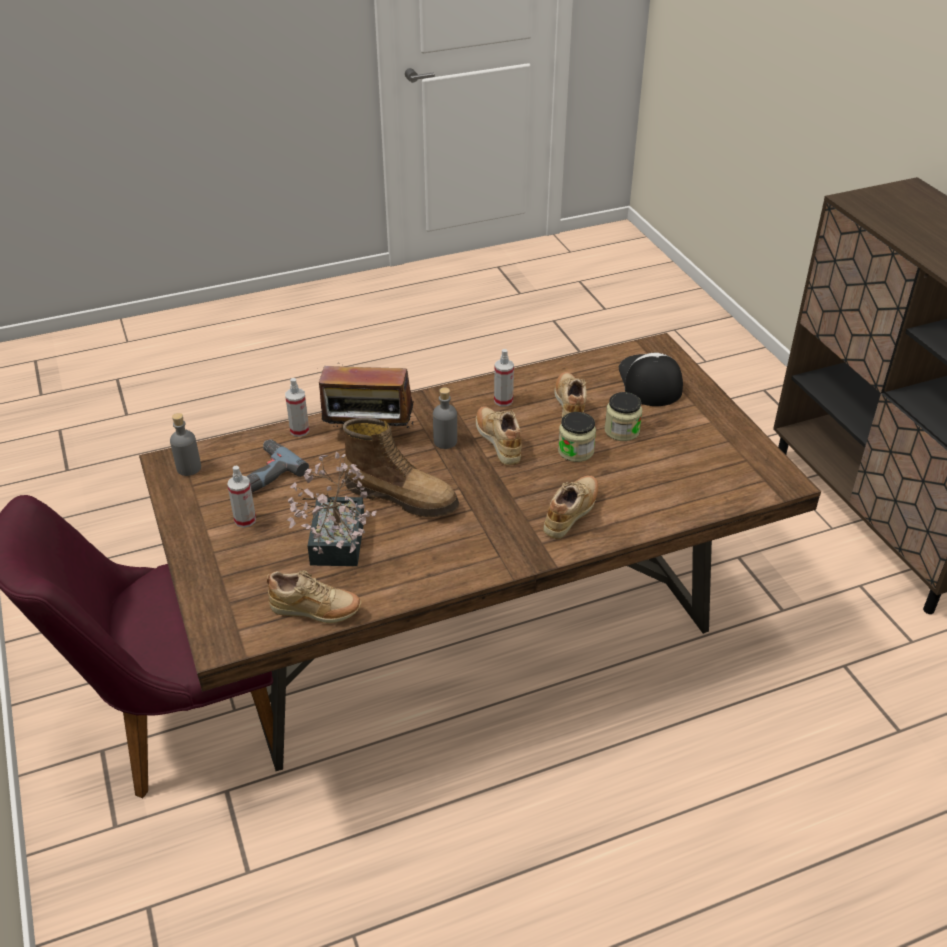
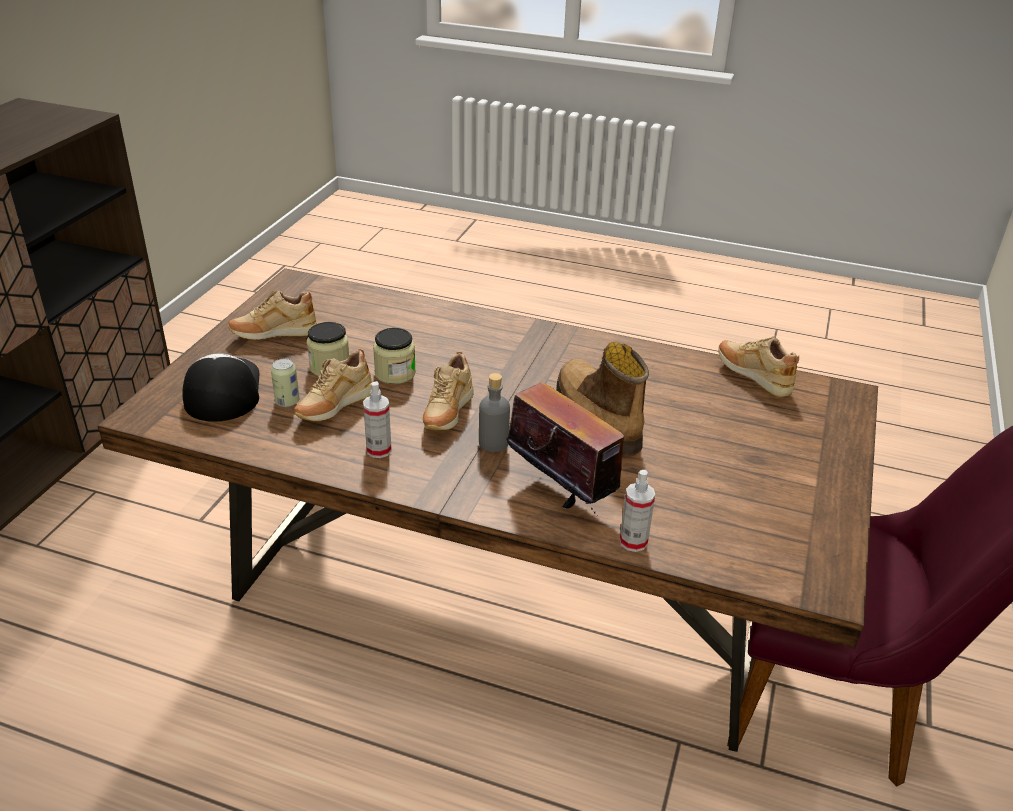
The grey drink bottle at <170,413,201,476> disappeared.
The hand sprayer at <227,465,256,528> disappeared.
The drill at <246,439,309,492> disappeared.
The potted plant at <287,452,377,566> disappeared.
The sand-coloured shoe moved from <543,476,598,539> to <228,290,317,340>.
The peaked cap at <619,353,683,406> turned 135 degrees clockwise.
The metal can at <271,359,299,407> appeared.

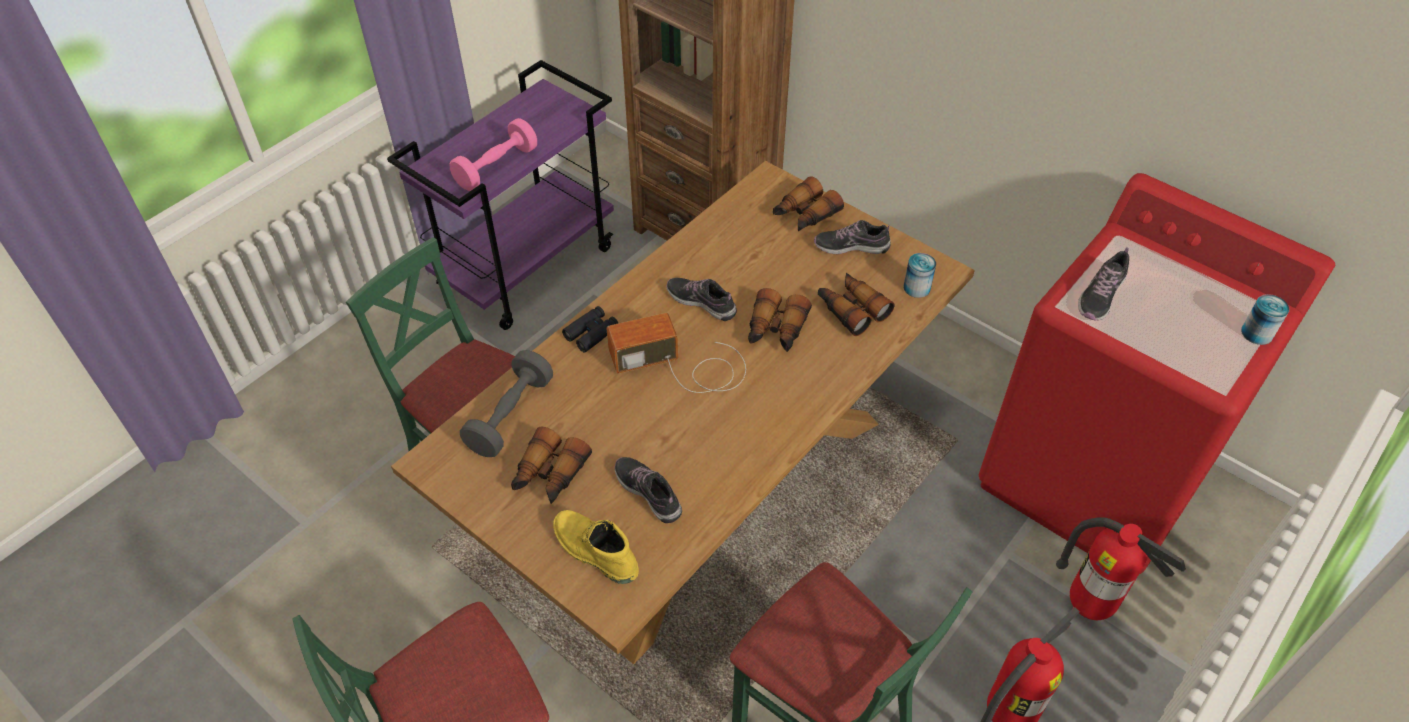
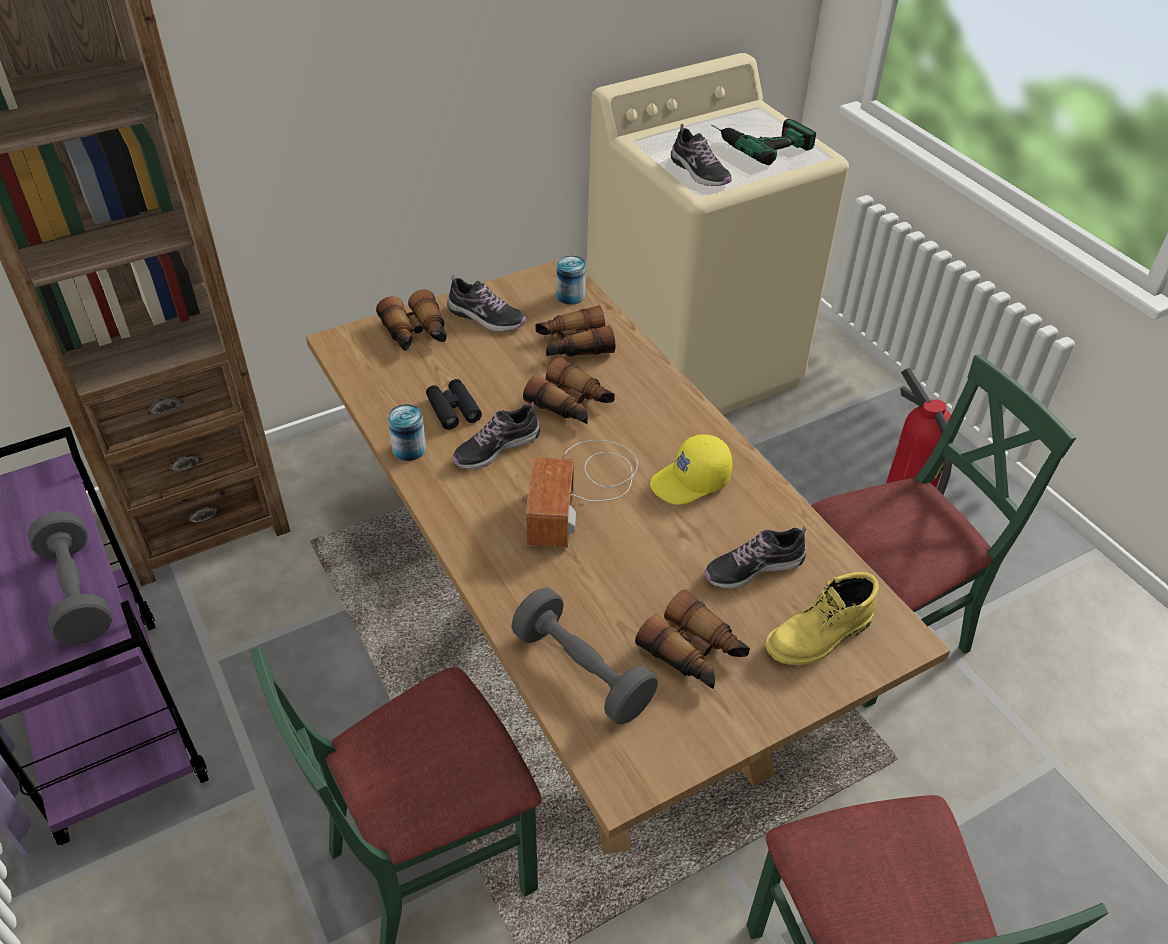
The pink hand weight at <450,118,537,191> became the grey hand weight at <27,511,112,644>.
The black-coloured pair of binoculars moved from <562,306,618,353> to <426,379,482,430>.
The shoe at <814,220,891,254> turned 90 degrees counterclockwise.
The red laundry machine at <979,173,1335,574> became the sand-coloured laundry machine at <586,53,849,415>.
The fire extinguisher at <1056,517,1186,620> disappeared.
The metal can moved from <1241,294,1289,345> to <387,405,426,461>.
The yellow-coloured peaked cap at <650,434,733,505> appeared.
The drill at <711,119,816,165> appeared.

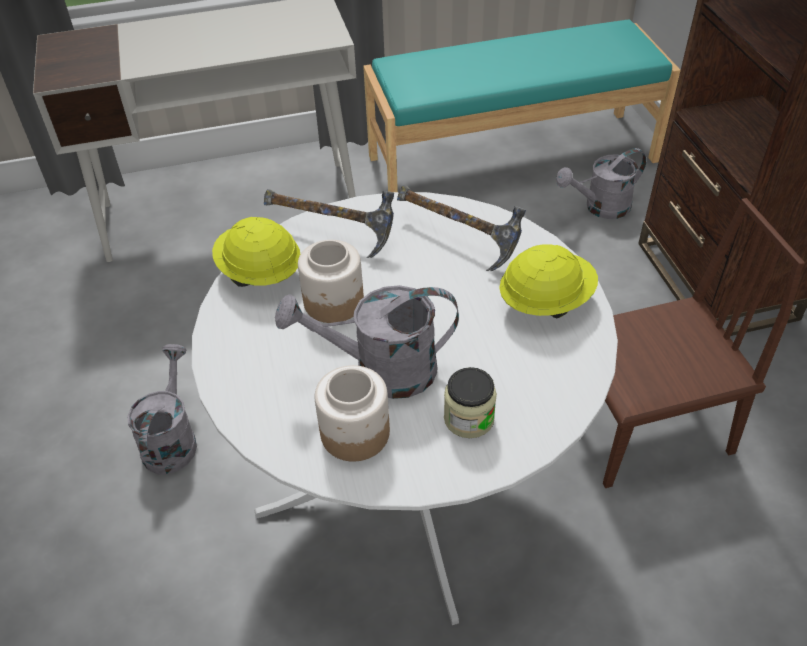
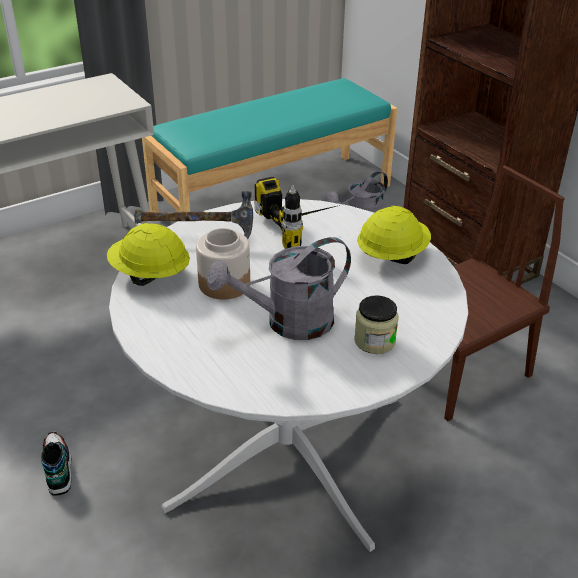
The grey sprinkling can at <127,344,197,475> was replaced by the shoe at <41,432,71,496>.
The jar at <315,365,390,462> disappeared.
The tool hammer at <397,185,526,271> was replaced by the drill at <254,177,344,249>.

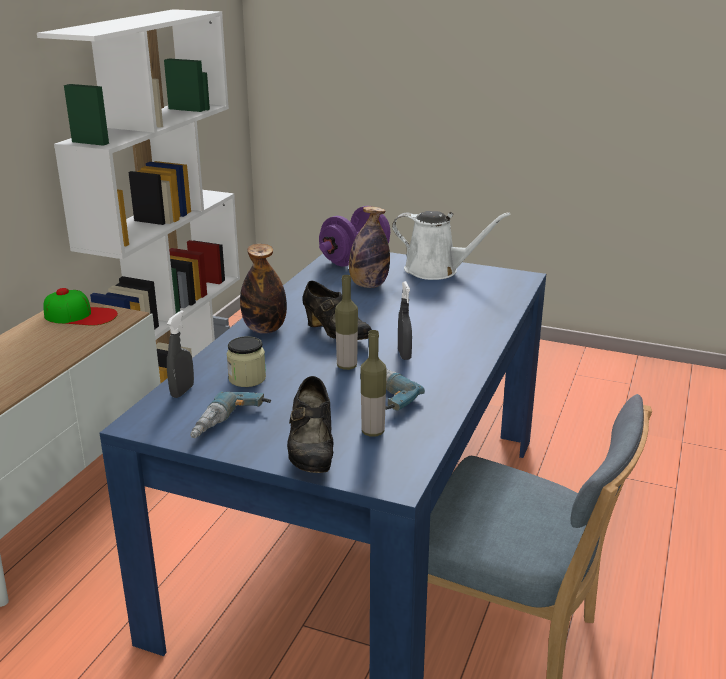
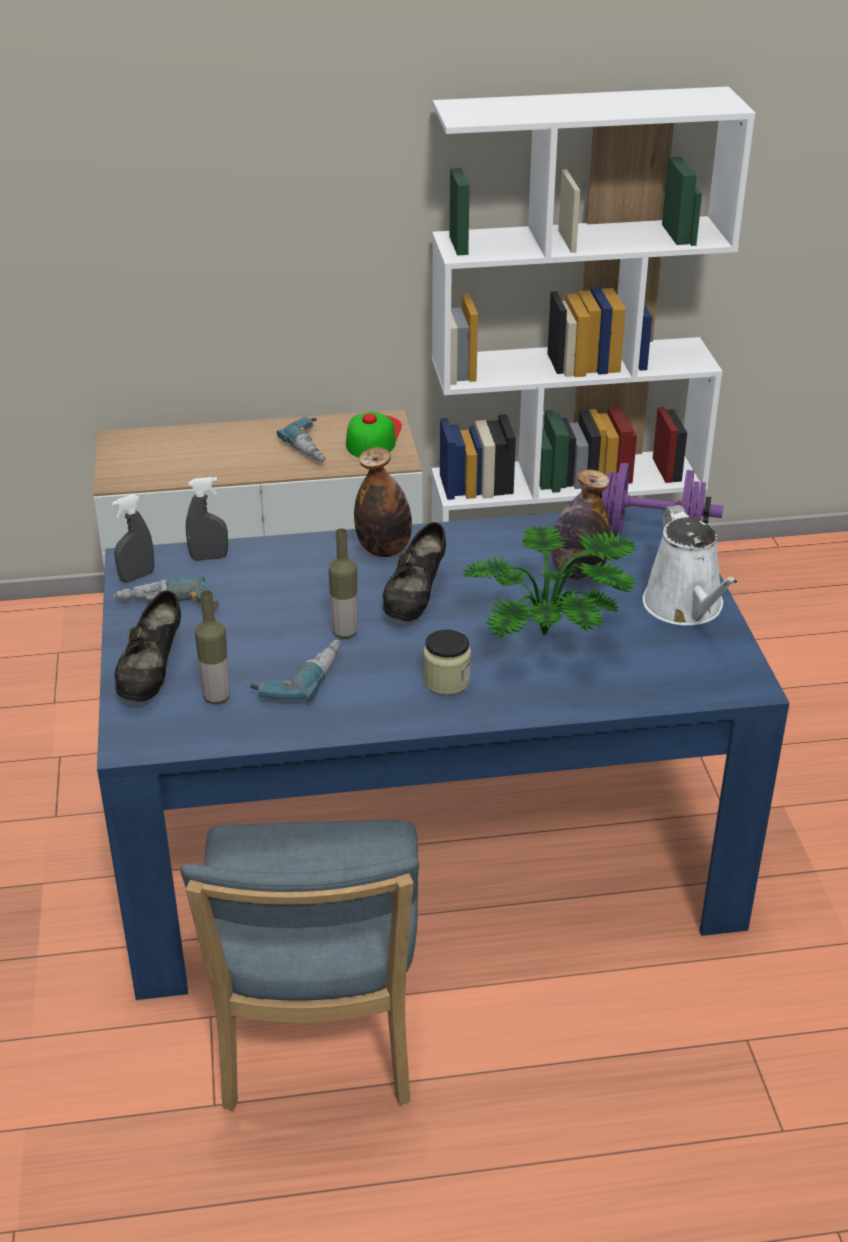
The peaked cap at <43,288,118,325> turned 150 degrees counterclockwise.
The jar moved from <226,336,266,387> to <423,629,471,695>.
The black-coloured shoe at <287,376,333,473> turned 45 degrees counterclockwise.
The grey hand sprayer moved from <398,281,412,360> to <112,494,154,583>.
The drill at <277,416,325,462> appeared.
The potted plant at <463,525,638,639> appeared.

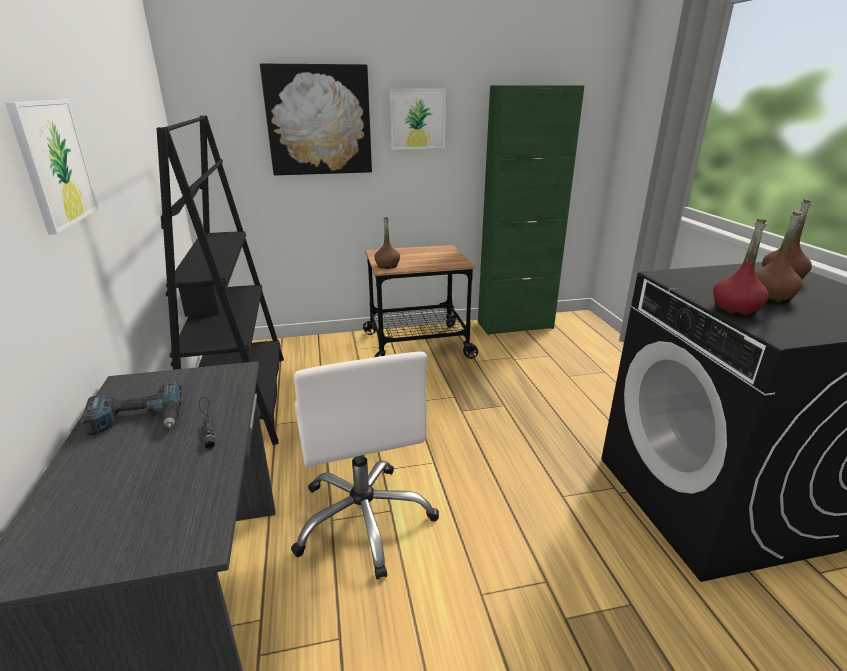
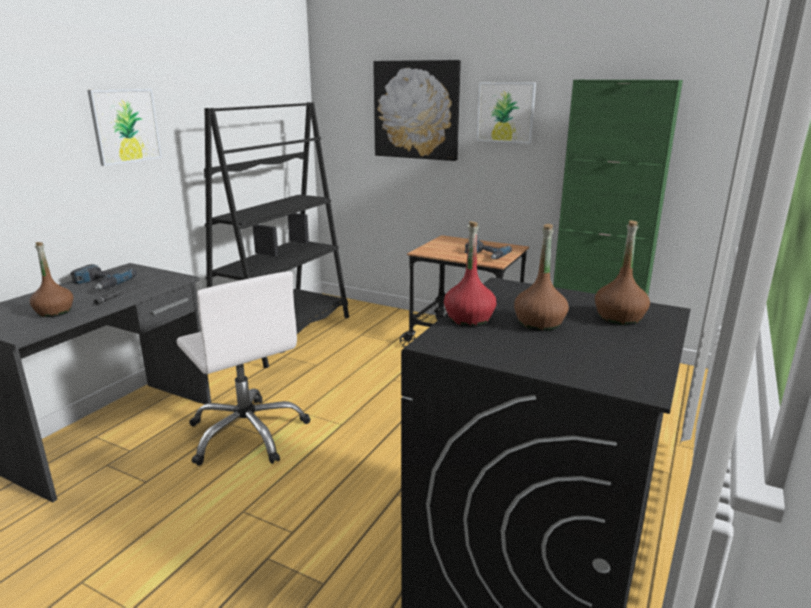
The white-coloured office chair at <291,352,439,579> turned 60 degrees counterclockwise.
The brown drink bottle moved from <374,217,400,269> to <30,242,73,317>.
The drill at <465,240,512,259> appeared.

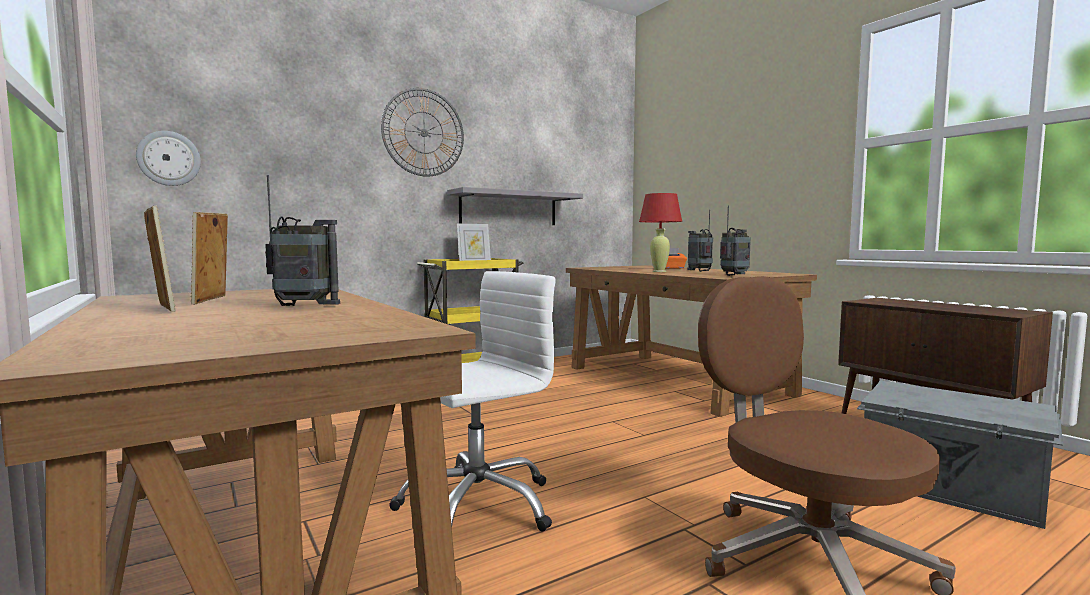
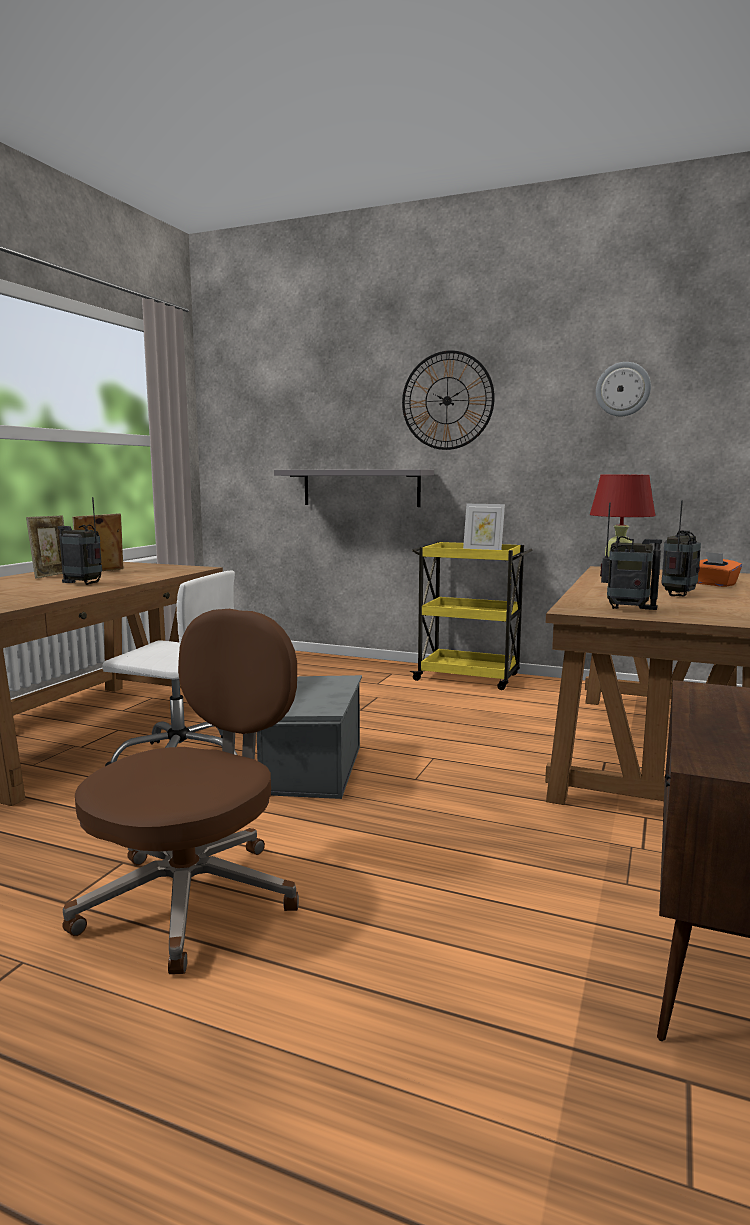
The hanging clock moved from <136,131,201,186> to <596,362,651,416>.
The radio receiver at <265,175,340,306> turned 150 degrees clockwise.
The grey wall shelf moved from <447,187,583,225> to <274,469,434,507>.
The grey storage container moved from <857,381,1063,529> to <257,675,362,799>.

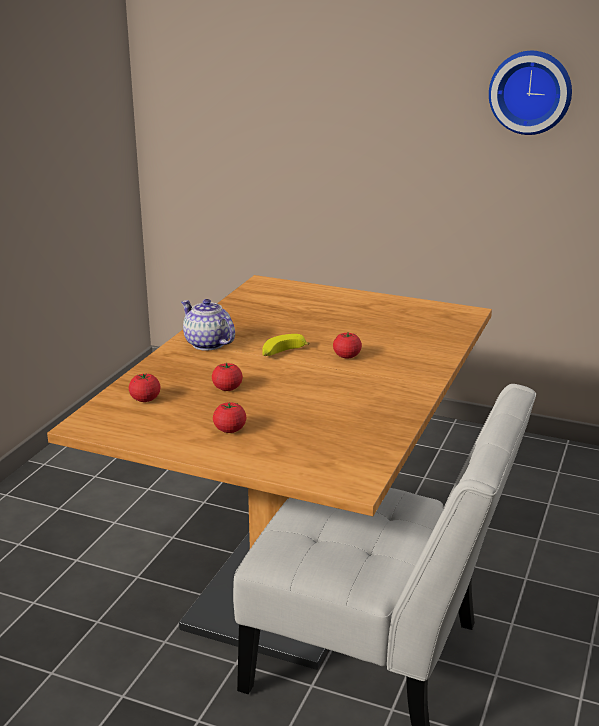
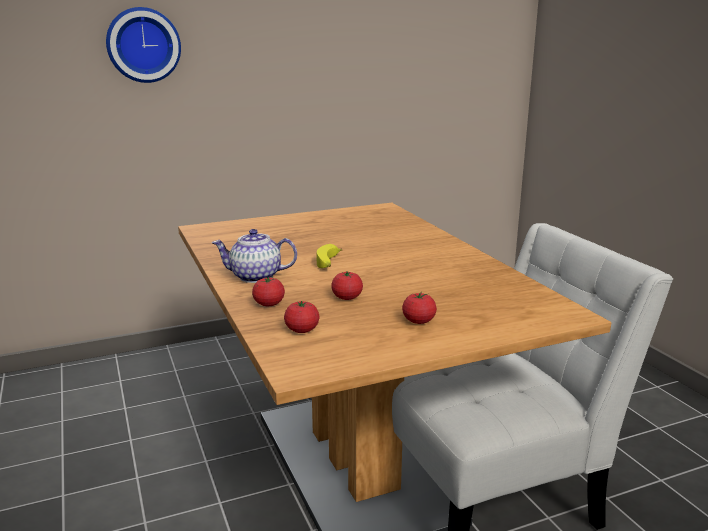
The fresh tomato moved from <333,332,362,358> to <252,277,285,306>.
The hanging clock moved from <489,51,572,135> to <106,7,181,83>.

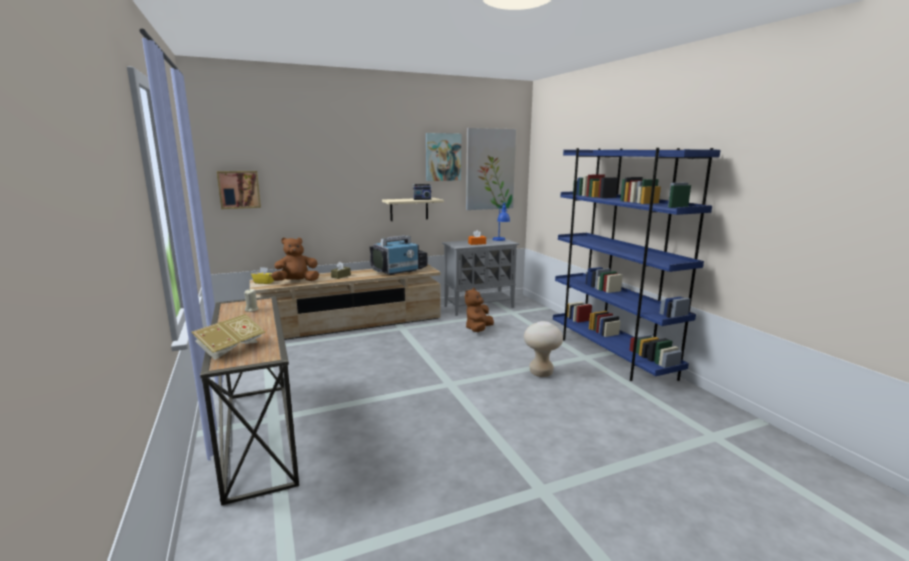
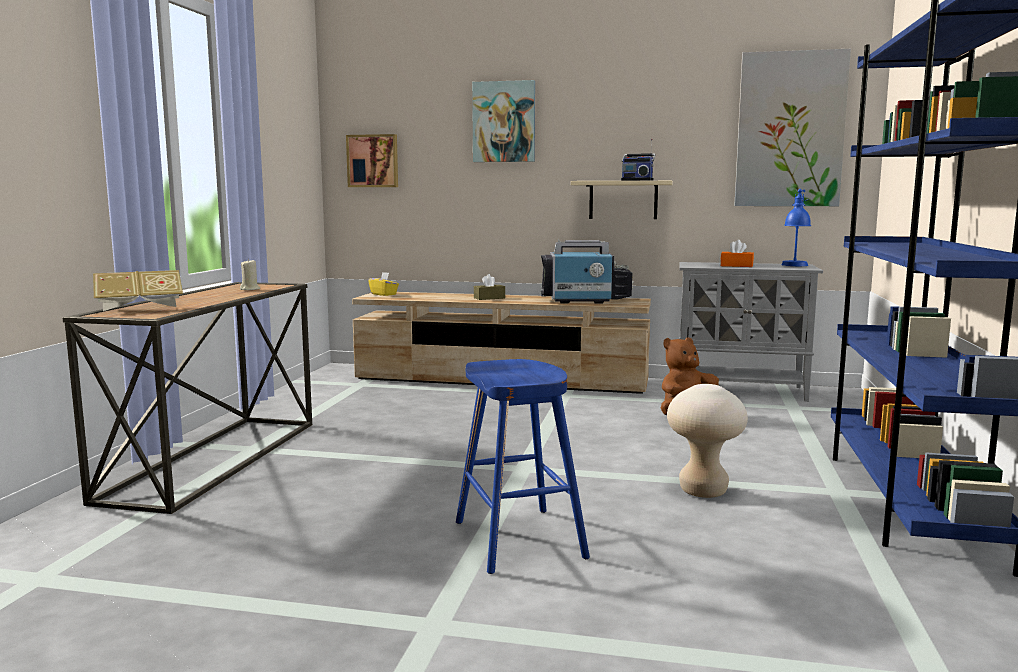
The brown plush toy at <271,237,319,281> disappeared.
The wall picture moved from <426,133,461,181> to <472,80,535,162>.
The blue stool seat at <456,359,590,574> appeared.

